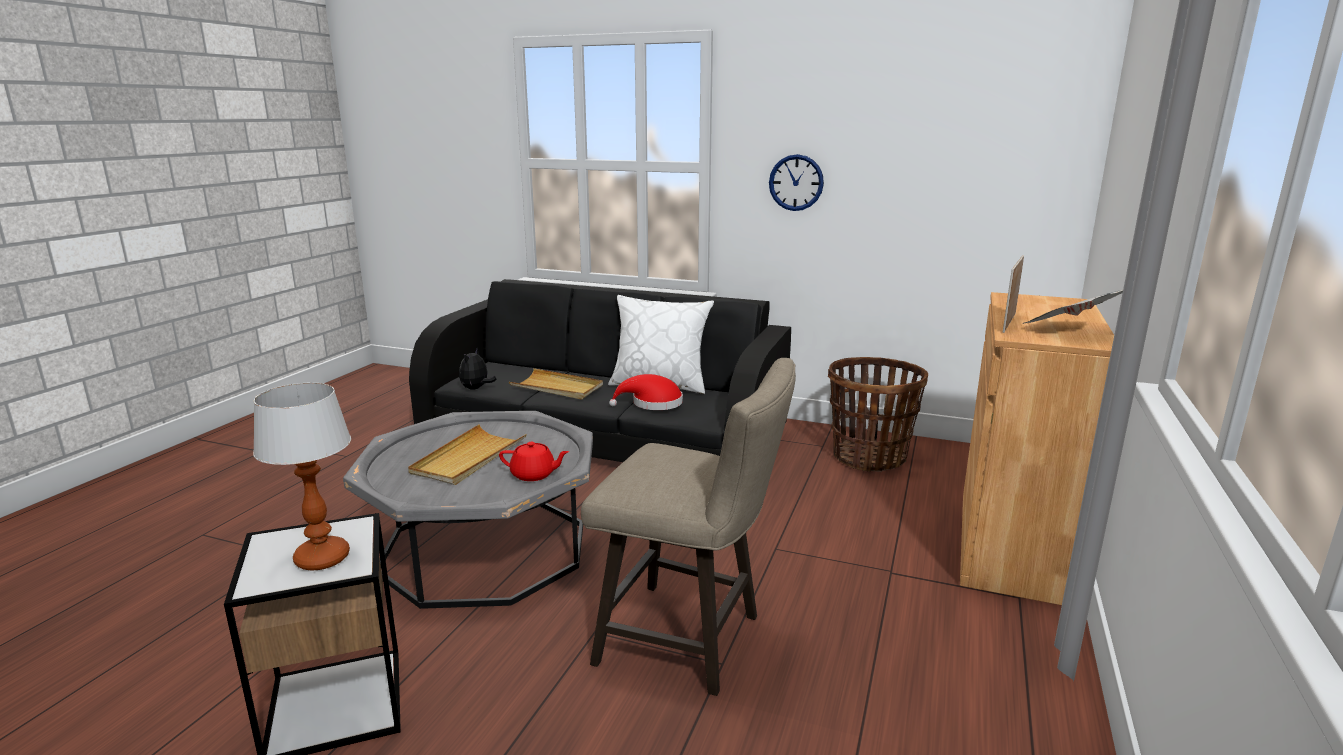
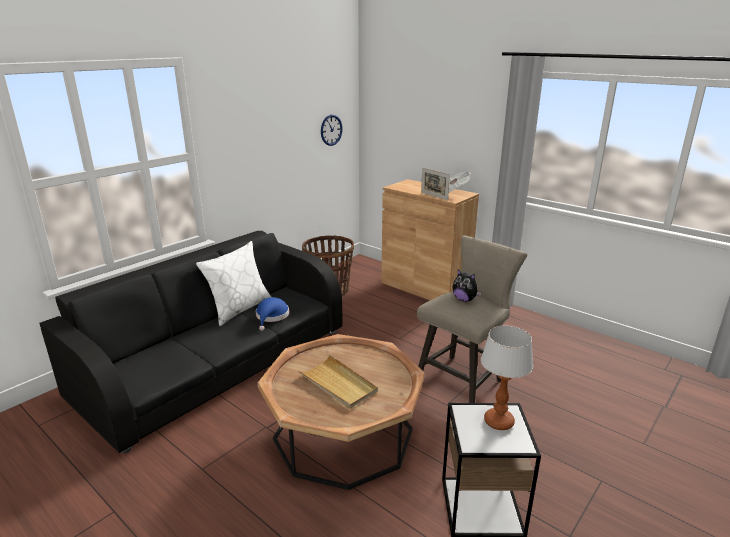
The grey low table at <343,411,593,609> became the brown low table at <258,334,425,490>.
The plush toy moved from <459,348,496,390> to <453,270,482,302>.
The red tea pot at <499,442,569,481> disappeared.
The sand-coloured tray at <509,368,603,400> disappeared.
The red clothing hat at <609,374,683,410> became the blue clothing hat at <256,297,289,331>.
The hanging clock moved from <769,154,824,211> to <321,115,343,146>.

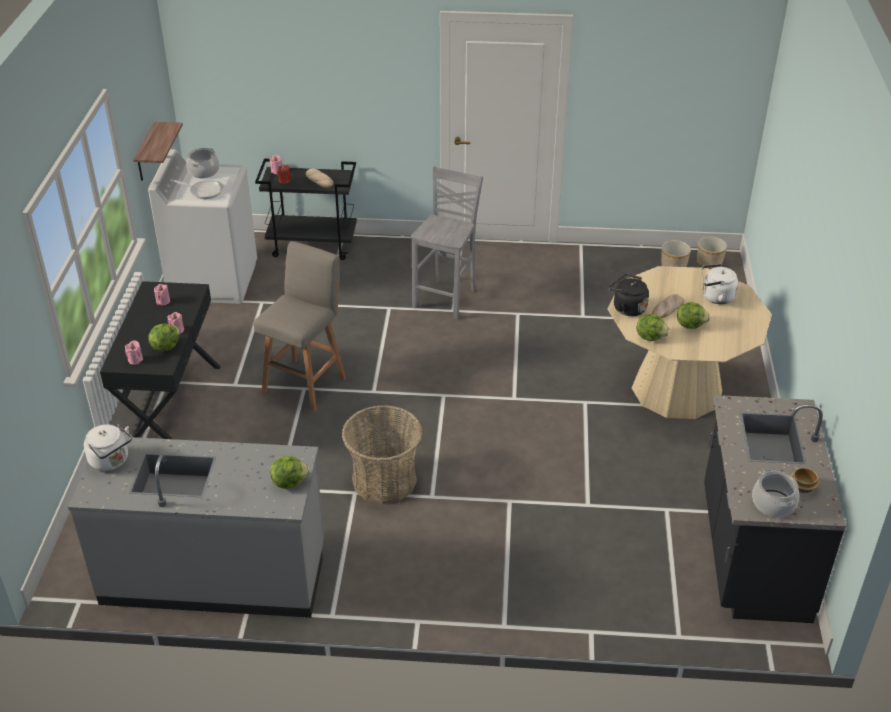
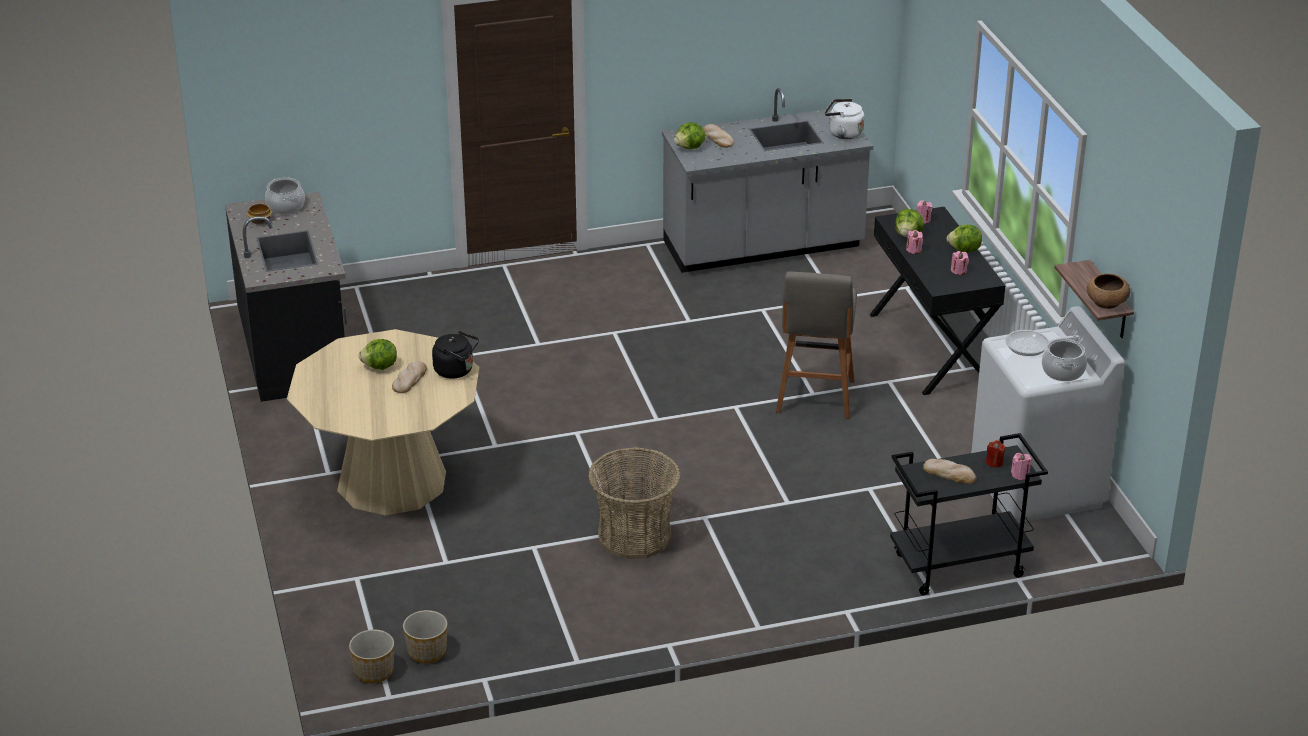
The basket moved from <342,405,423,504> to <588,447,681,559>.
The grey stool seat at <411,166,483,319> disappeared.
The lettuce head moved from <636,314,670,341> to <946,225,982,253>.
The white-coloured water kettle at <702,264,738,304> disappeared.
The bakery bread at <703,124,734,148> appeared.
The brown bowl at <1087,274,1130,309> appeared.

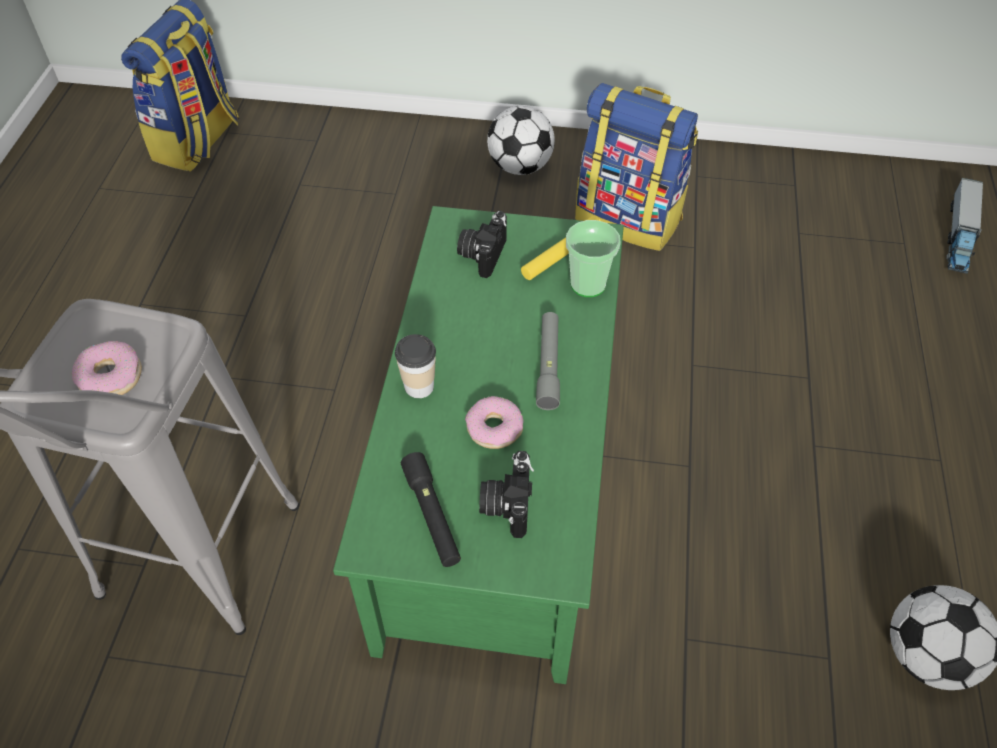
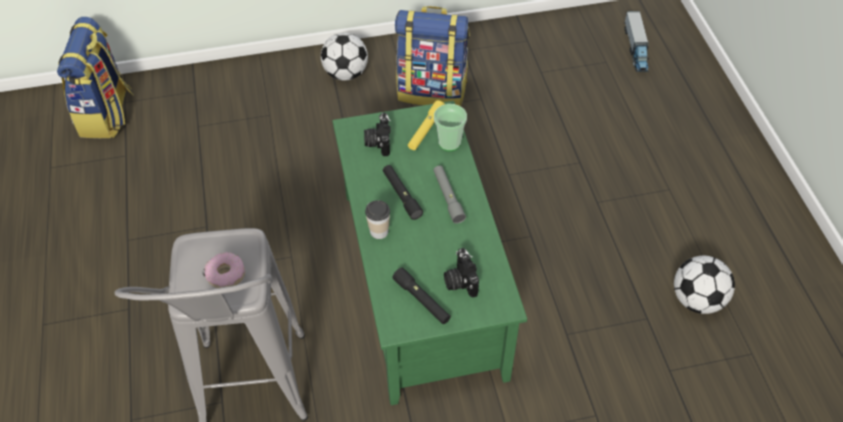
The doughnut at <465,396,523,449> disappeared.
The black-coloured hand torch at <383,165,423,220> appeared.

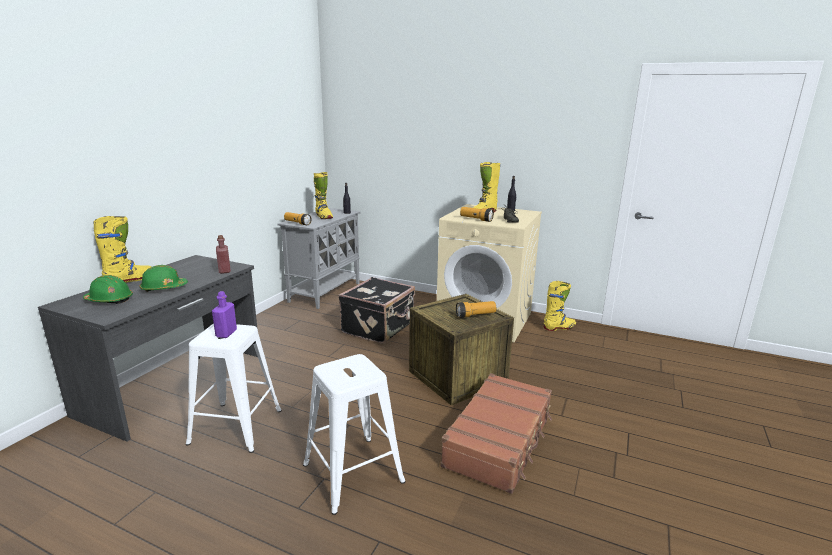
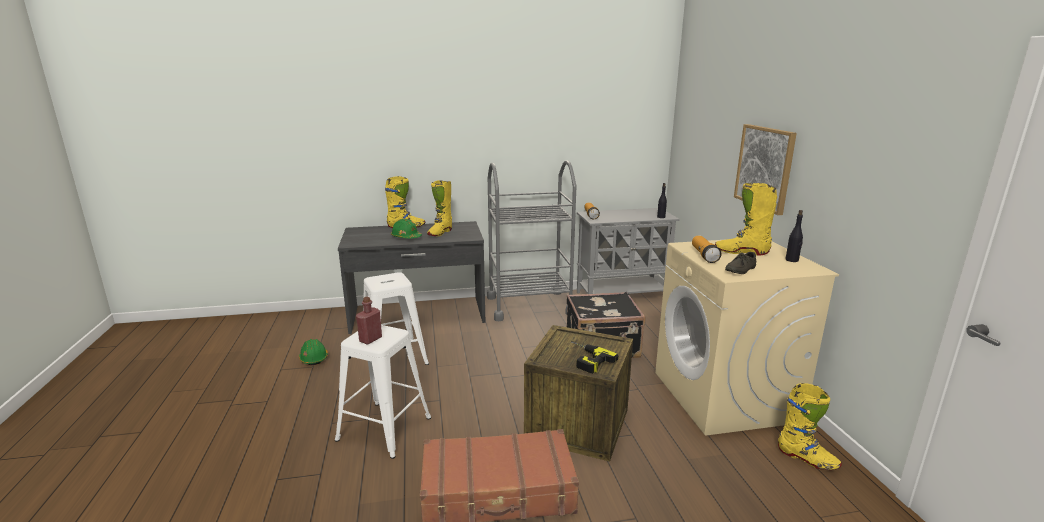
The green-coloured work helmet moved from <83,275,133,304> to <299,339,328,365>.
The purple-coloured drink bottle at <212,291,237,338> disappeared.
The red drink bottle moved from <216,235,231,274> to <356,297,382,344>.
The yellow-coloured tall boot moved from <313,172,333,219> to <427,180,452,236>.
The hand torch at <456,301,496,318> was replaced by the drill at <571,341,619,374>.
The grey trolley at <487,160,576,321> appeared.
The wall picture at <734,124,797,215> appeared.

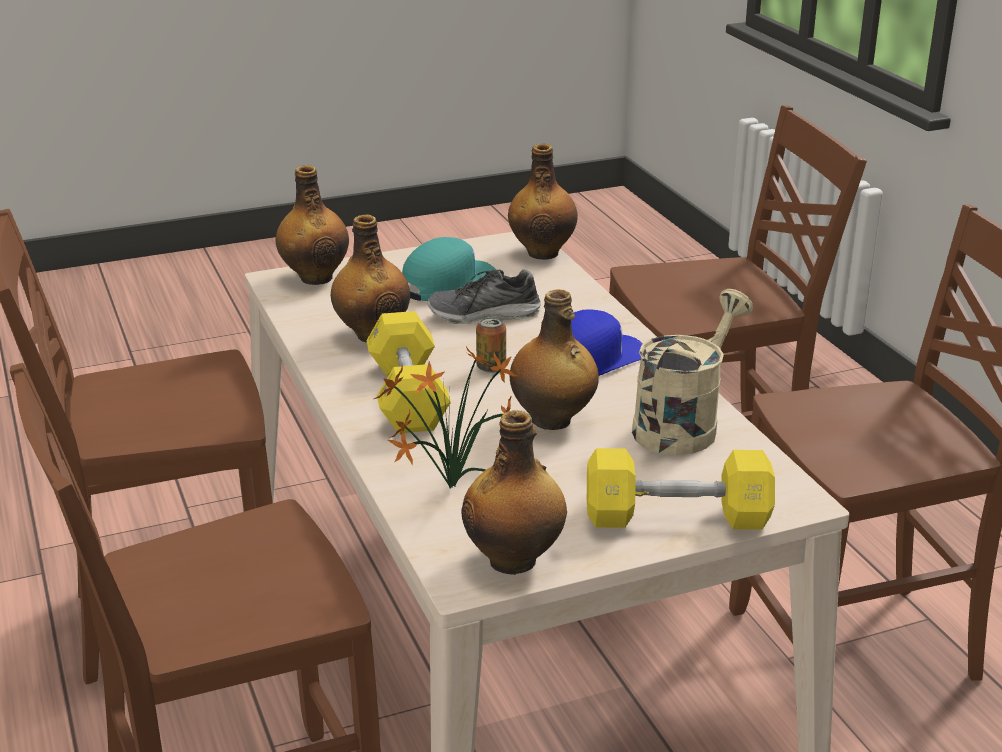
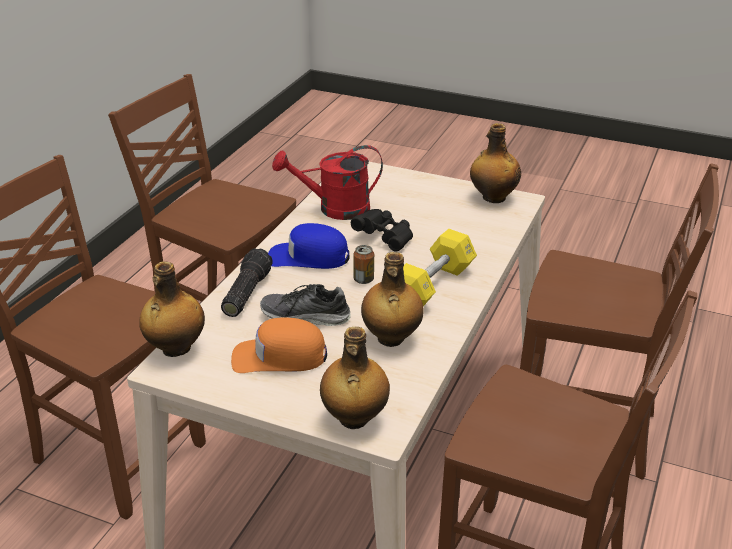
The potted plant at <374,346,517,488> disappeared.
The turquoise peaked cap at <402,237,496,301> became the orangey peaked cap at <231,318,327,373>.
The shoe at <428,269,541,324> turned 150 degrees clockwise.
The drink bottle at <510,289,599,430> was replaced by the black-coloured pair of binoculars at <351,209,413,252>.
The yellow-coloured hand weight at <587,448,775,530> disappeared.
The sand-coloured sprinkling can at <632,289,753,455> became the red sprinkling can at <272,145,383,220>.
The hand torch at <221,248,273,317> appeared.

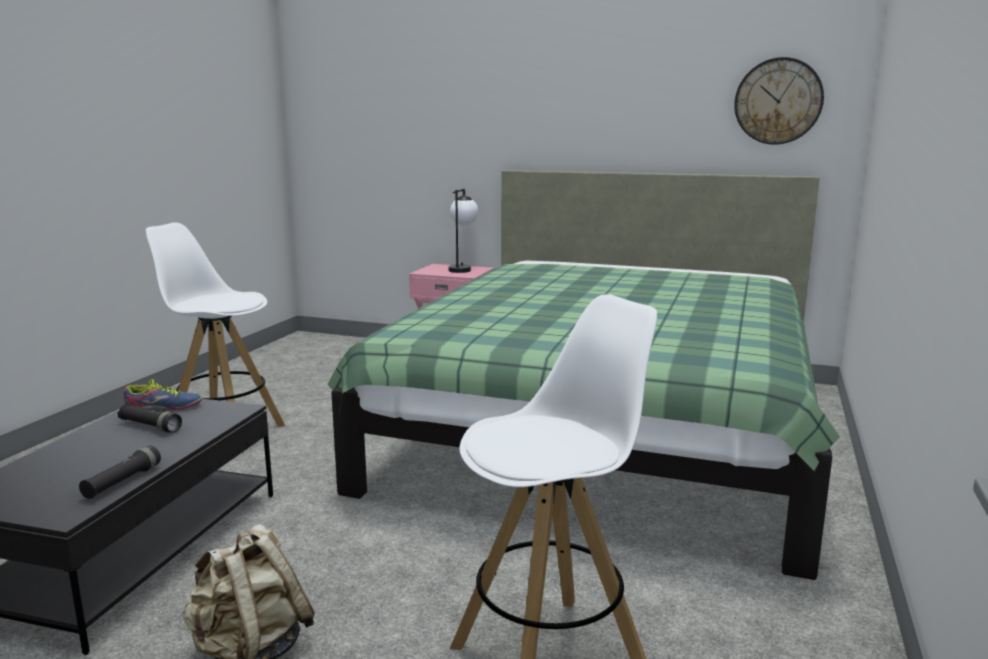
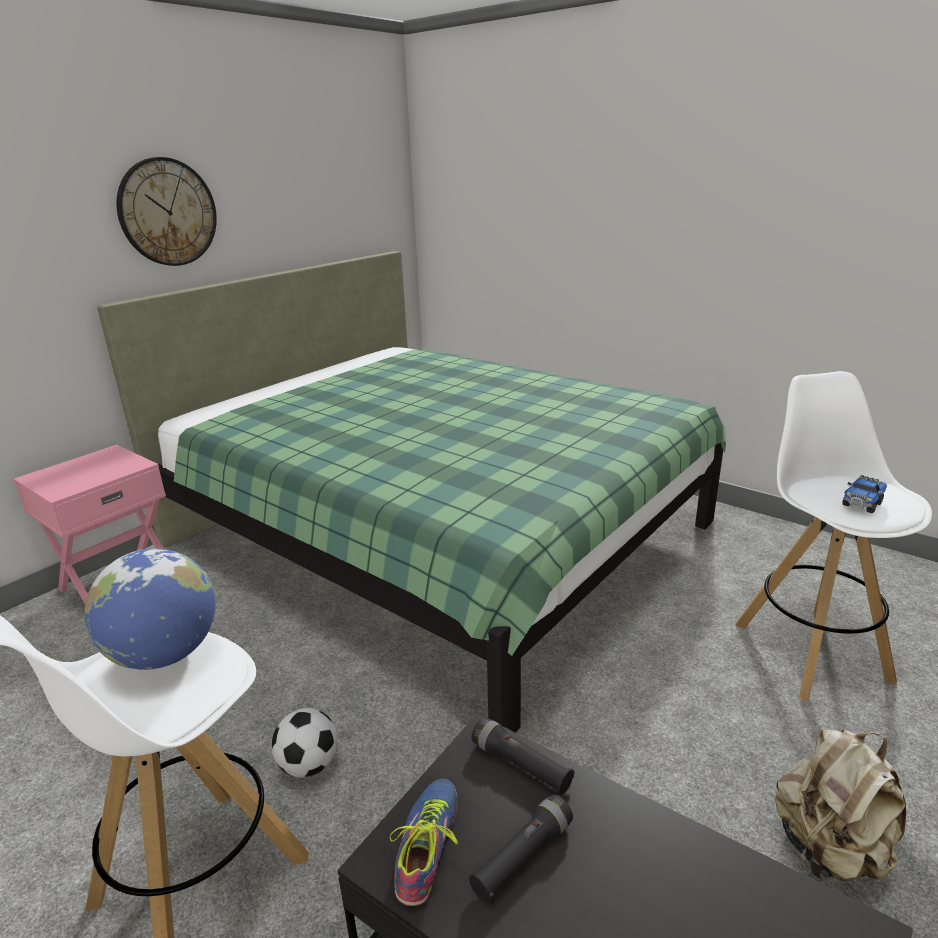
The black-coloured hand torch moved from <79,446,161,499> to <471,717,574,795>.
The lamp for a table at <449,189,478,273> disappeared.
The hanging clock moved from <734,57,824,145> to <117,157,217,266>.
The desk globe at <84,548,216,670> appeared.
The football at <272,708,338,778> appeared.
The toy truck at <842,475,887,513> appeared.

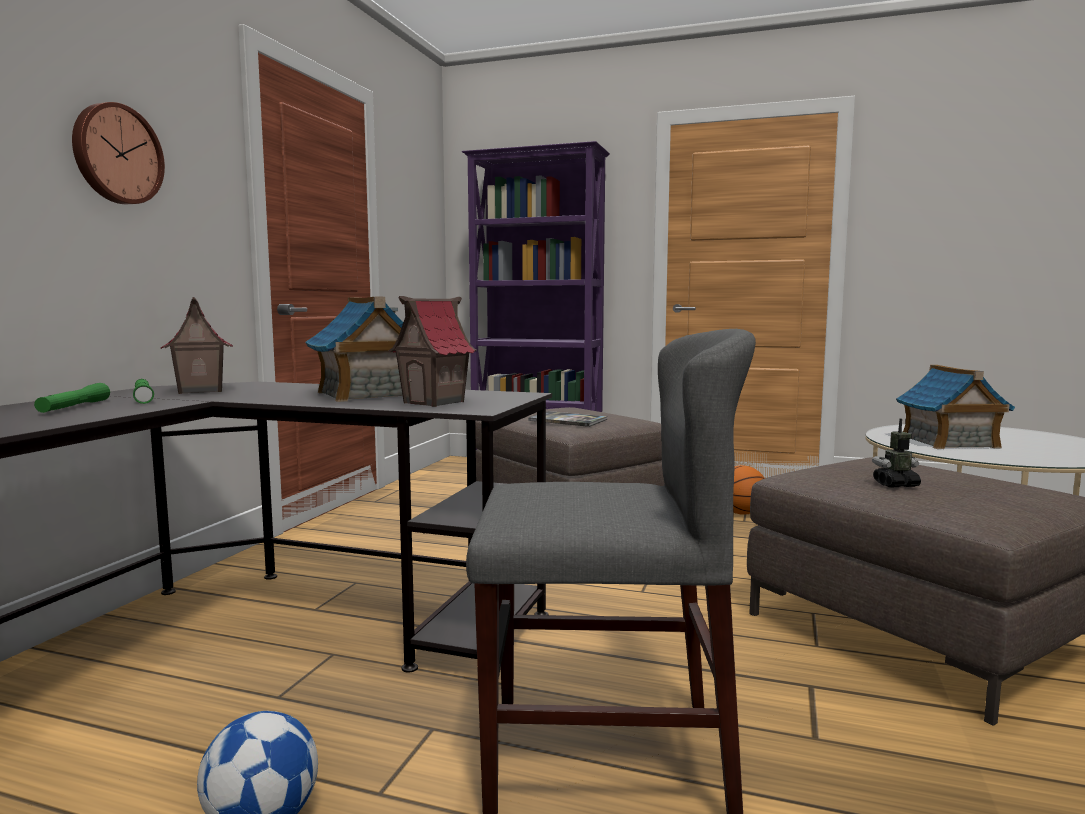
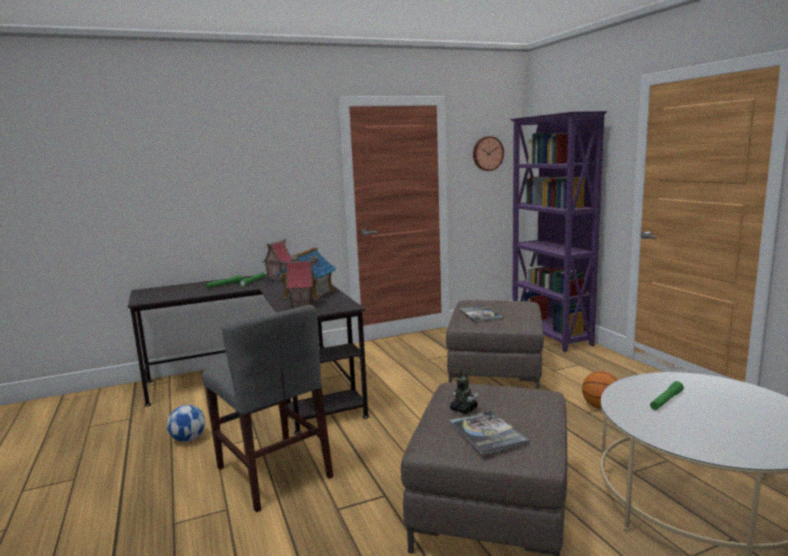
The hanging clock moved from <72,102,165,204> to <473,136,504,171>.
The model house at <896,365,1015,449> was replaced by the green-coloured hand torch at <650,381,684,410>.
The bound book at <450,410,530,455> appeared.

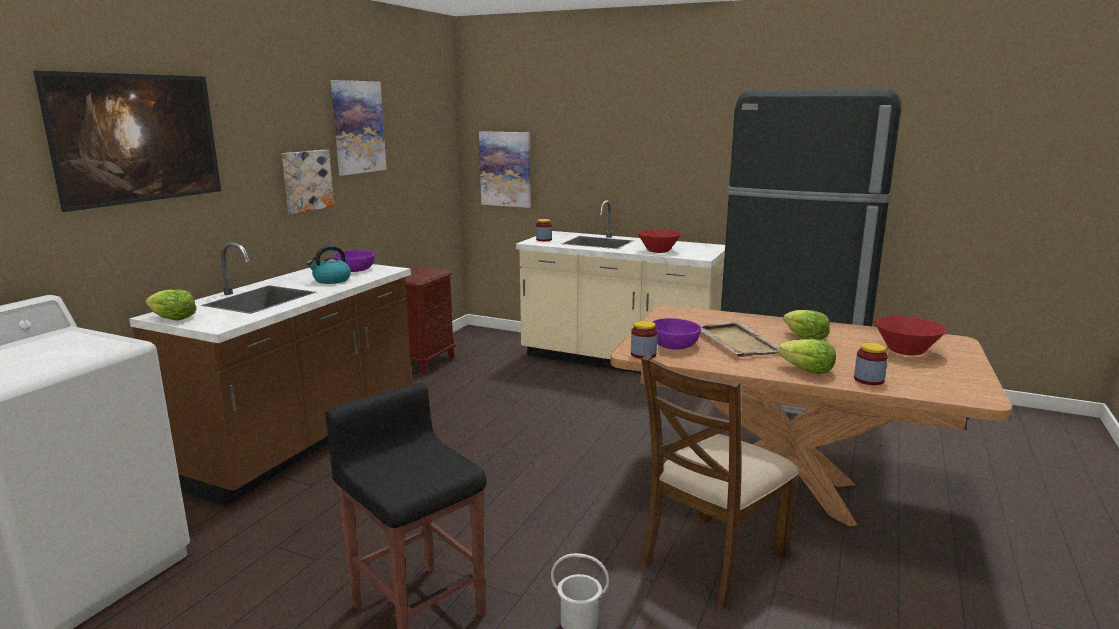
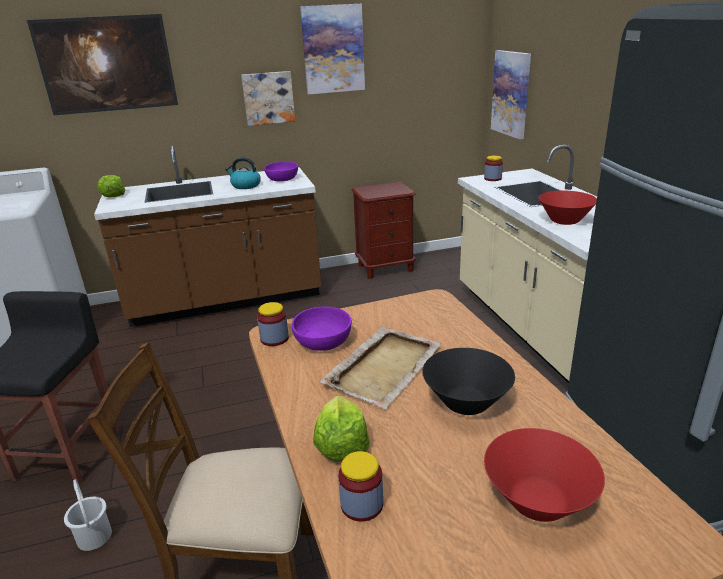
The lettuce head at <783,310,830,340> was replaced by the black-coloured bowl at <422,348,515,415>.

